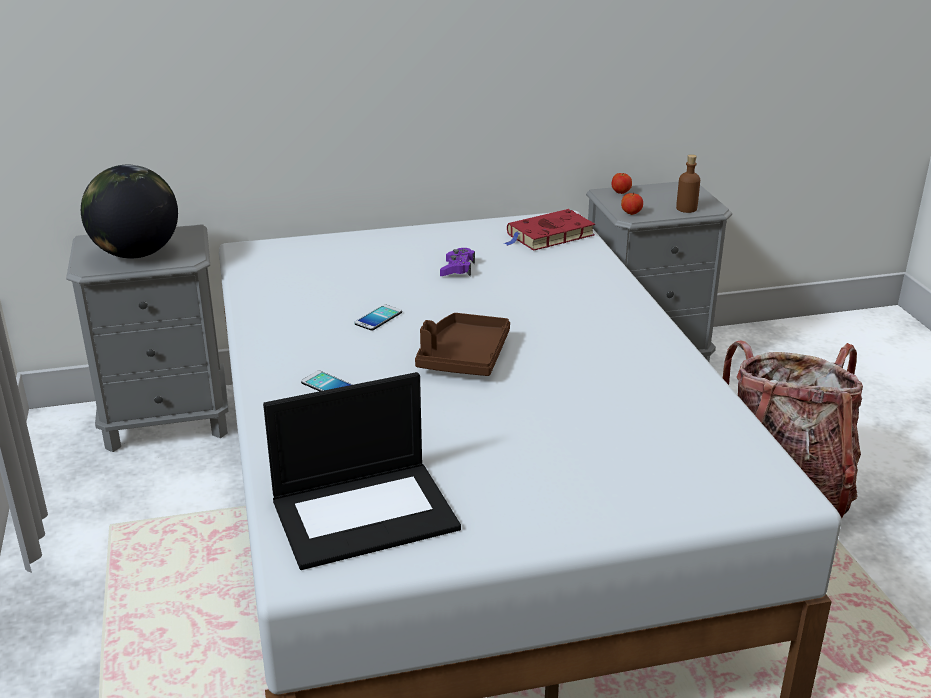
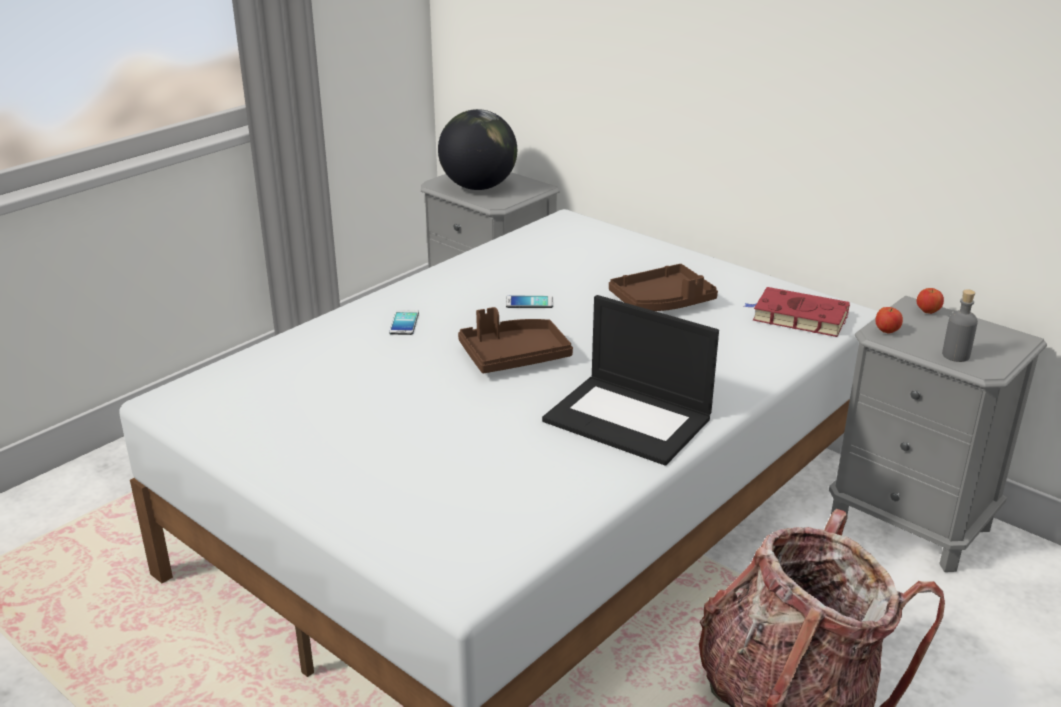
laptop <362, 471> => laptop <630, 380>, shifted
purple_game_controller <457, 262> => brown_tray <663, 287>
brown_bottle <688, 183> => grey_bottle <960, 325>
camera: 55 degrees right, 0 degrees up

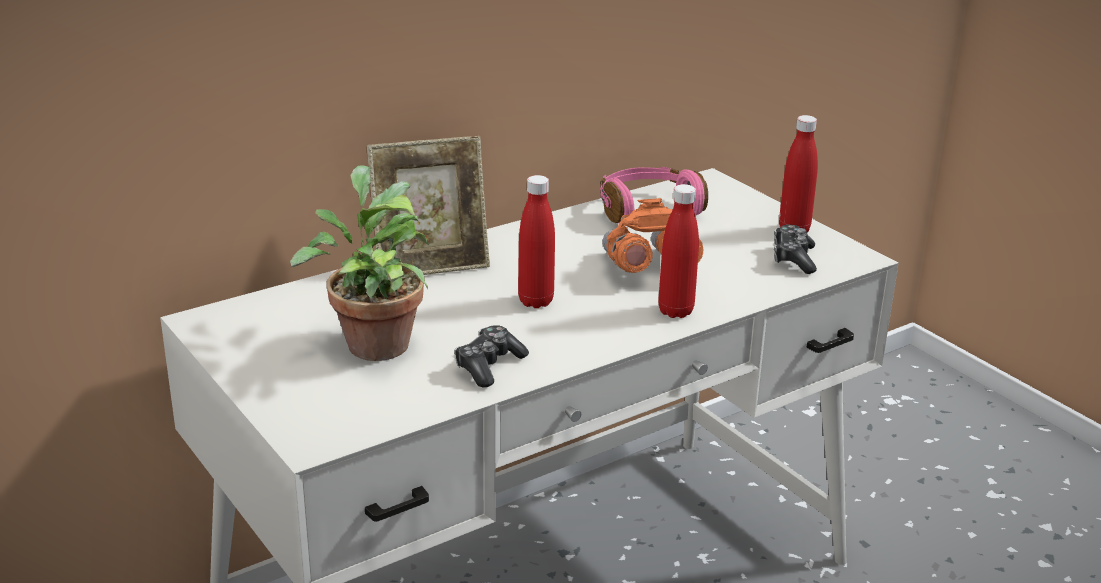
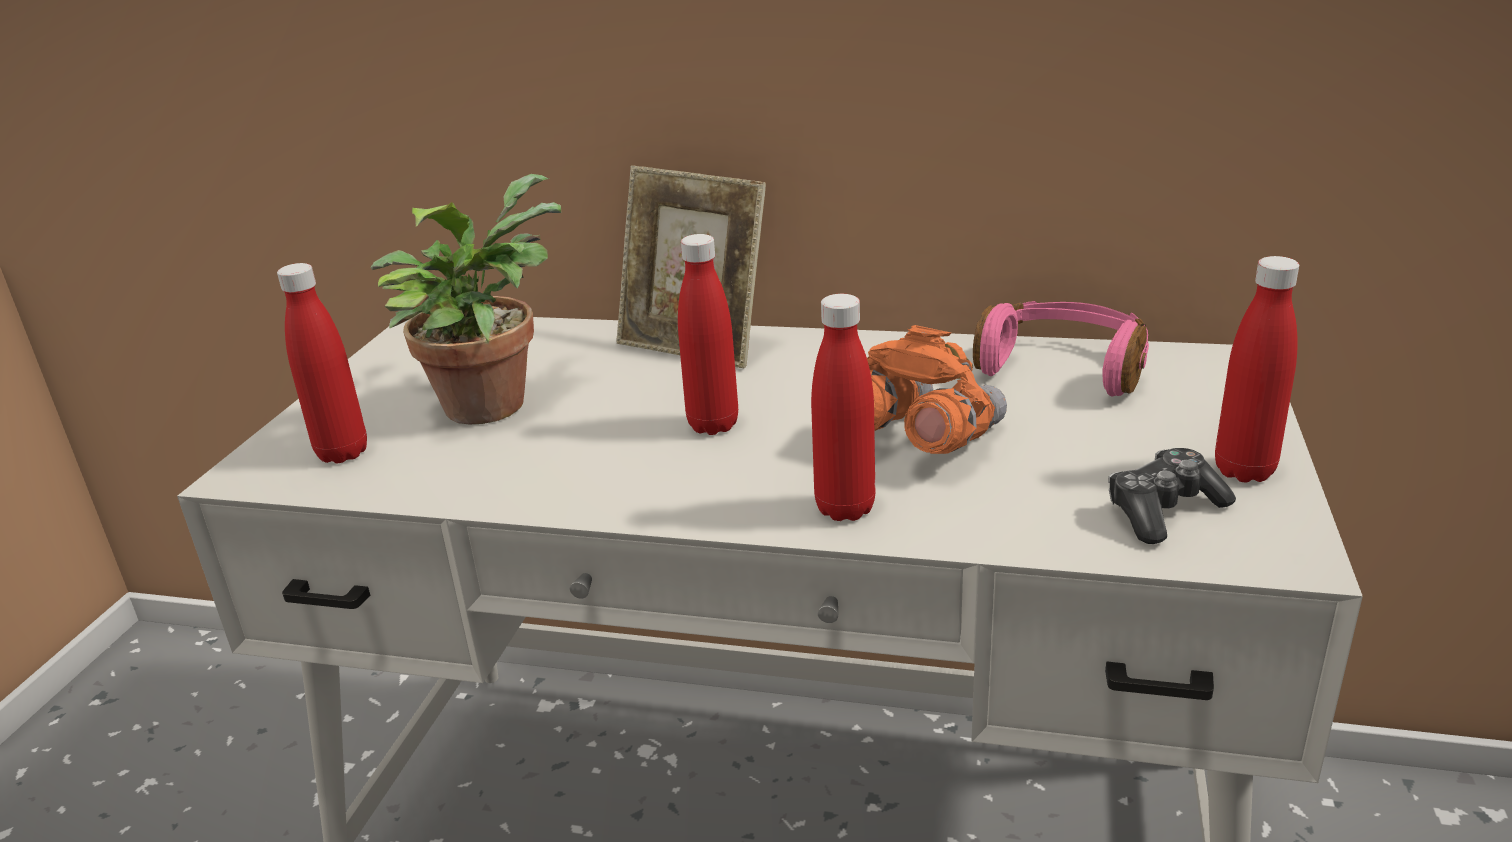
nothing => red_bottle <322, 363>
game_controller <491, 356> => nothing
camera: 50 degrees right, 0 degrees up

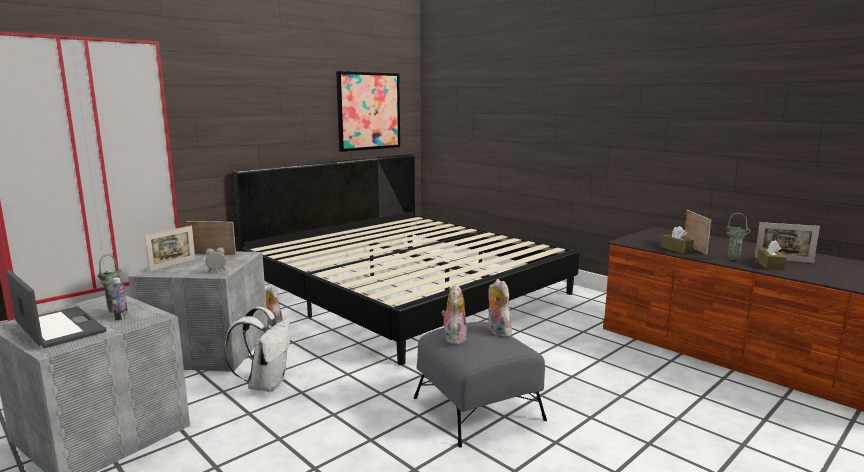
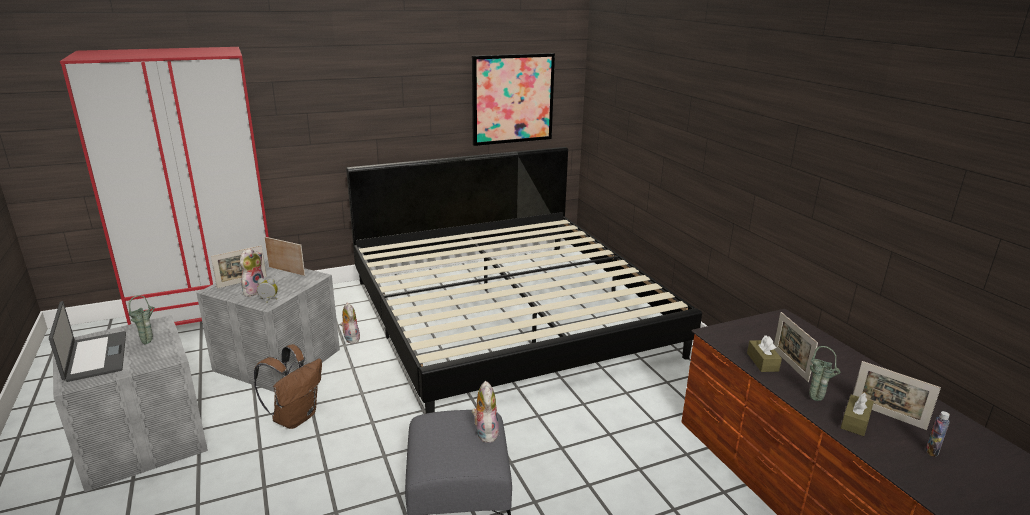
plush_toy <454, 314> => plush_toy <252, 272>, shifted
white_backpack <257, 349> => brown_backpack <288, 386>
picture_frame <697, 232> => picture_frame <796, 347>, 150 degrees clockwise
bottle <119, 299> => bottle <938, 434>, shifted
camera: 20 degrees right, 10 degrees up

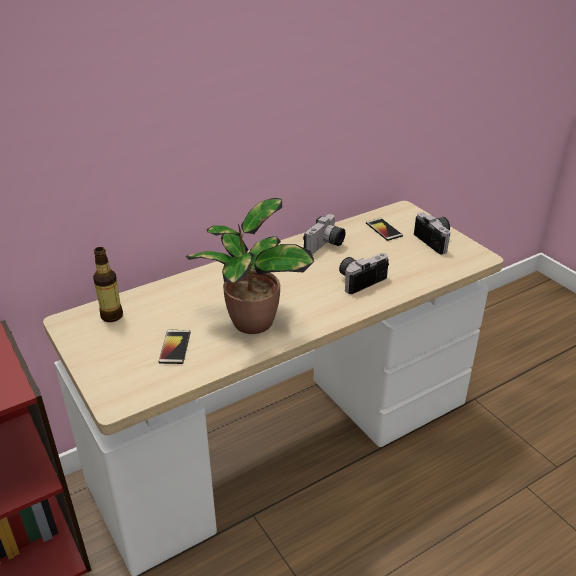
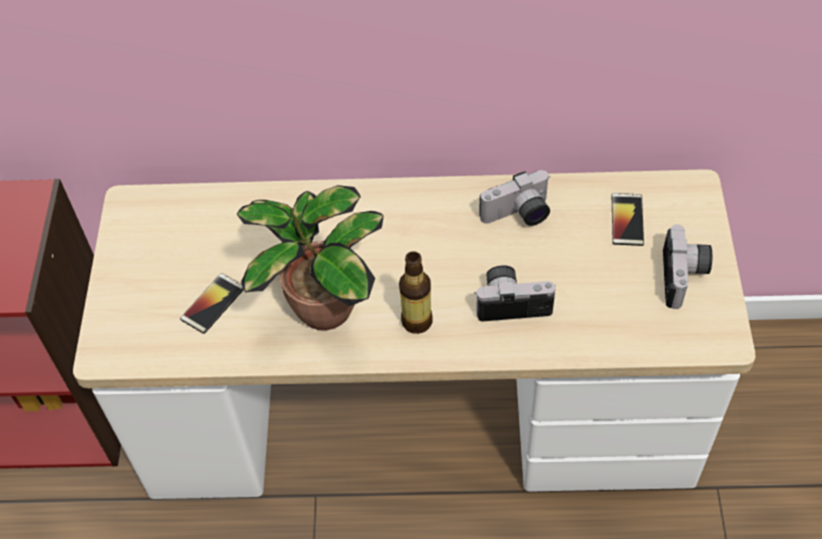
bottle <108, 284> => bottle <416, 292>, shifted
camera: 35 degrees right, 20 degrees up

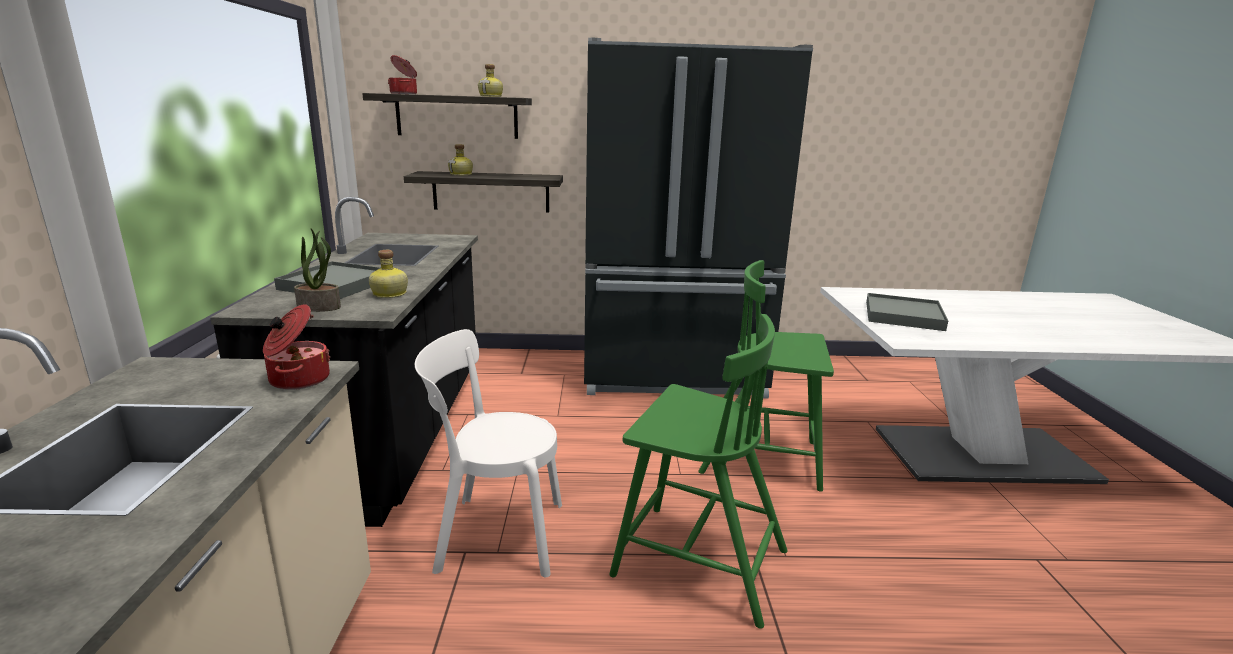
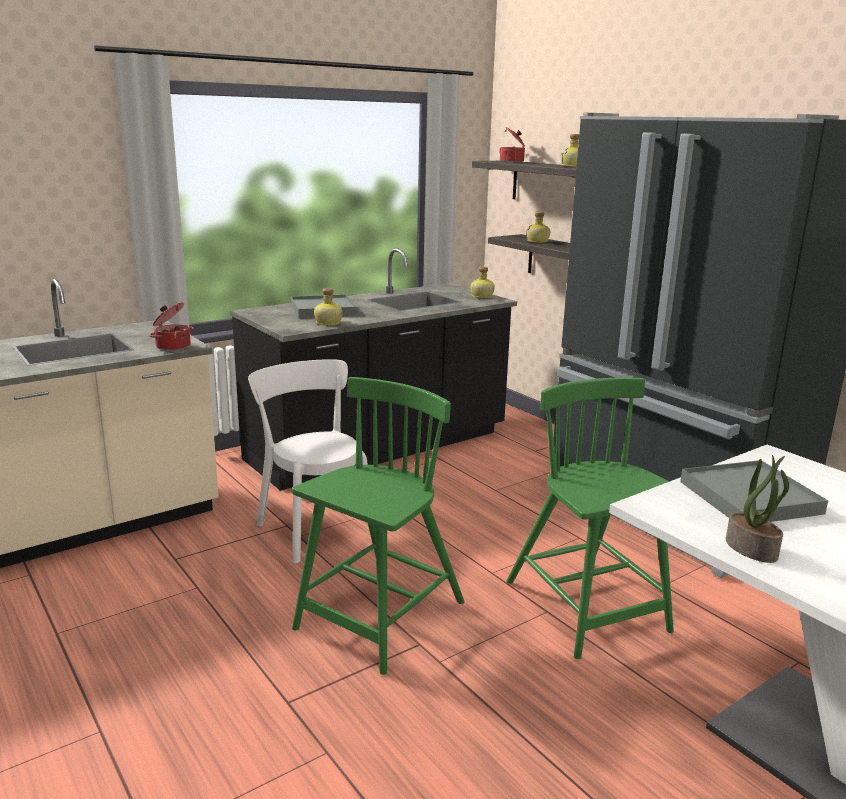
green_chair <698, 471> => green_chair <378, 526>, 135 degrees counterclockwise
nothing => bottle <482, 282>
potted_plant <317, 270> => potted_plant <757, 509>, shifted
camera: 55 degrees right, 0 degrees up

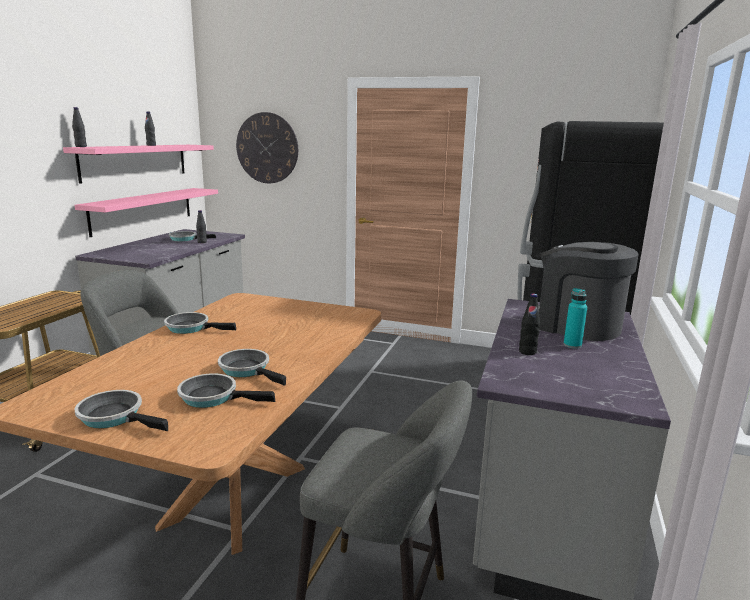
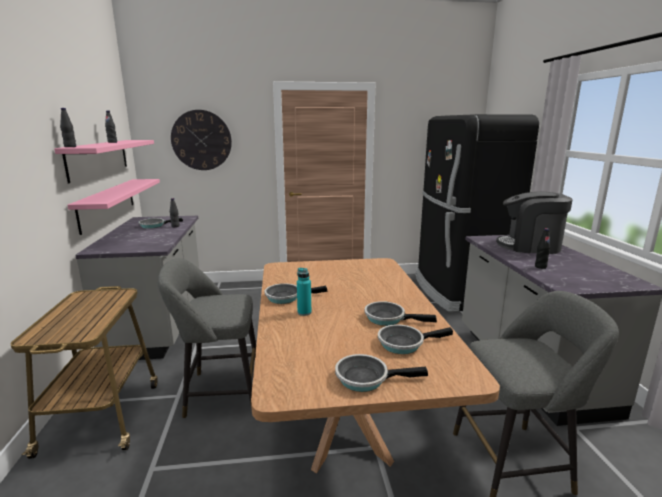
turquoise_bottle <575, 318> => turquoise_bottle <304, 292>, shifted
camera: 25 degrees left, 0 degrees up

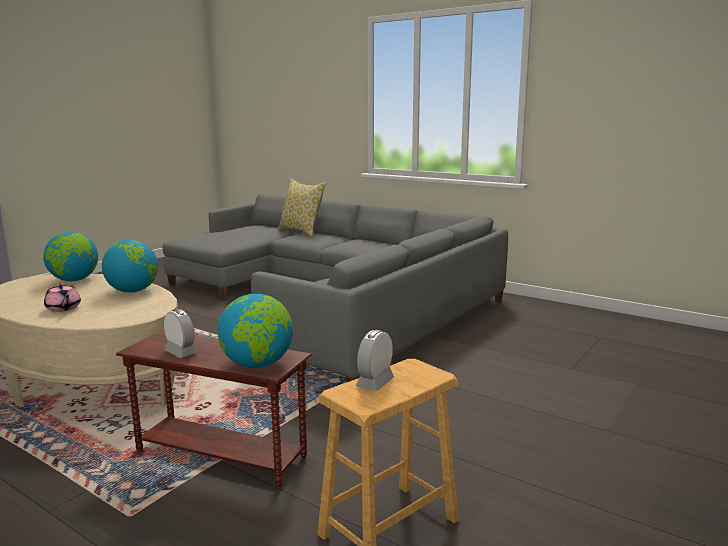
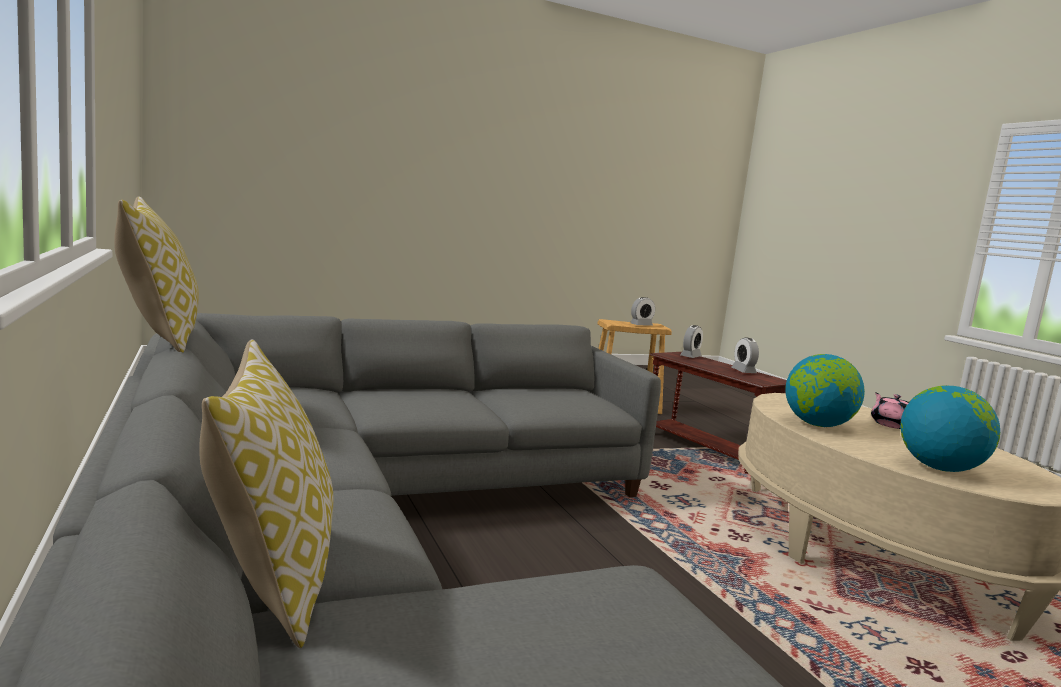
nothing => pillow <156, 274>
globe <255, 331> => alarm_clock <691, 341>
camera: 150 degrees left, 5 degrees down

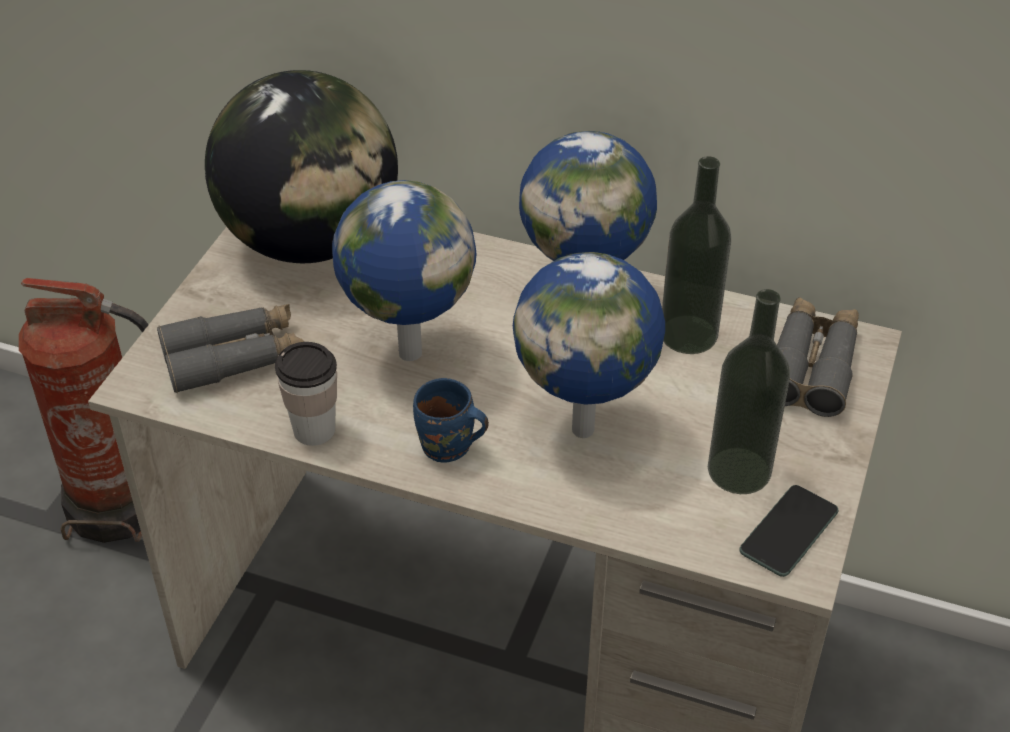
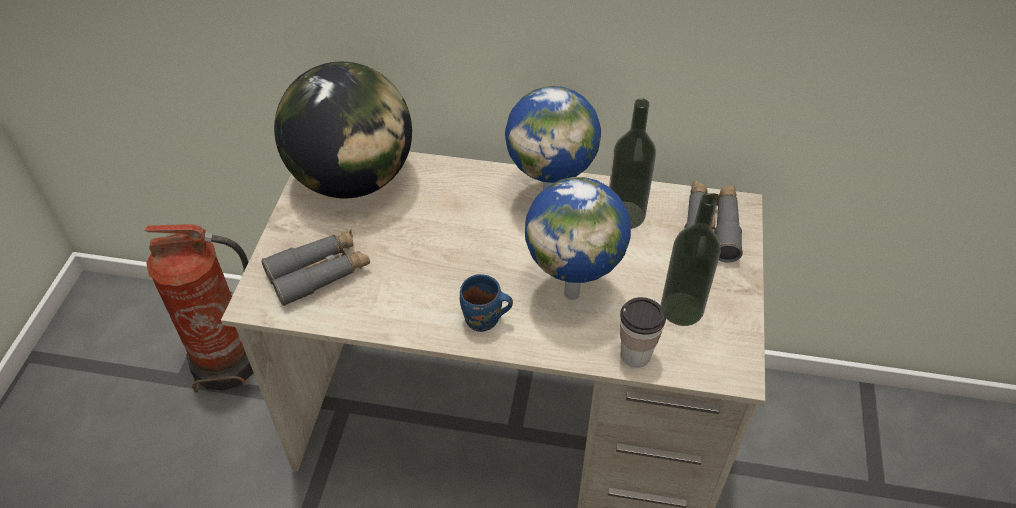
cup <306, 394> => cup <643, 332>, shifted
globe <404, 270> => nothing
phone <788, 531> => nothing
camera: 10 degrees left, 5 degrees up

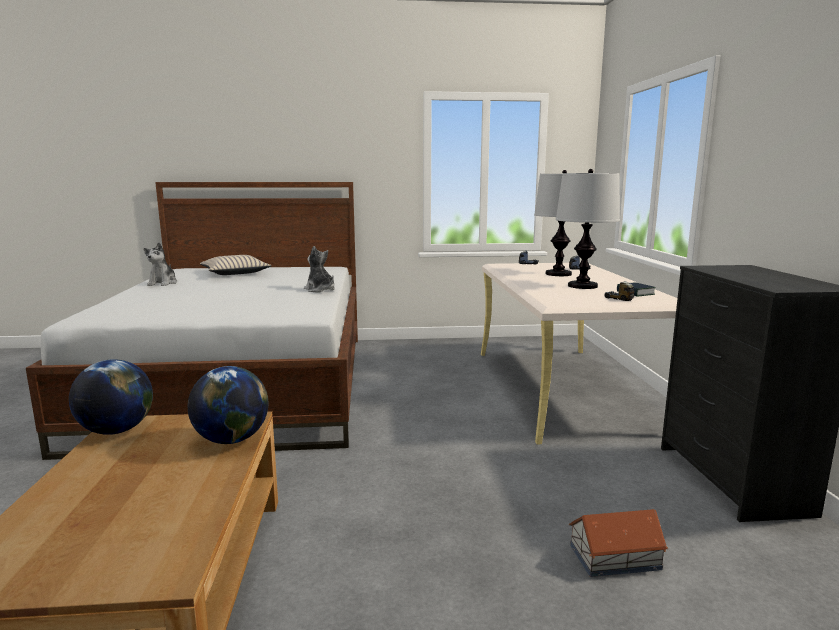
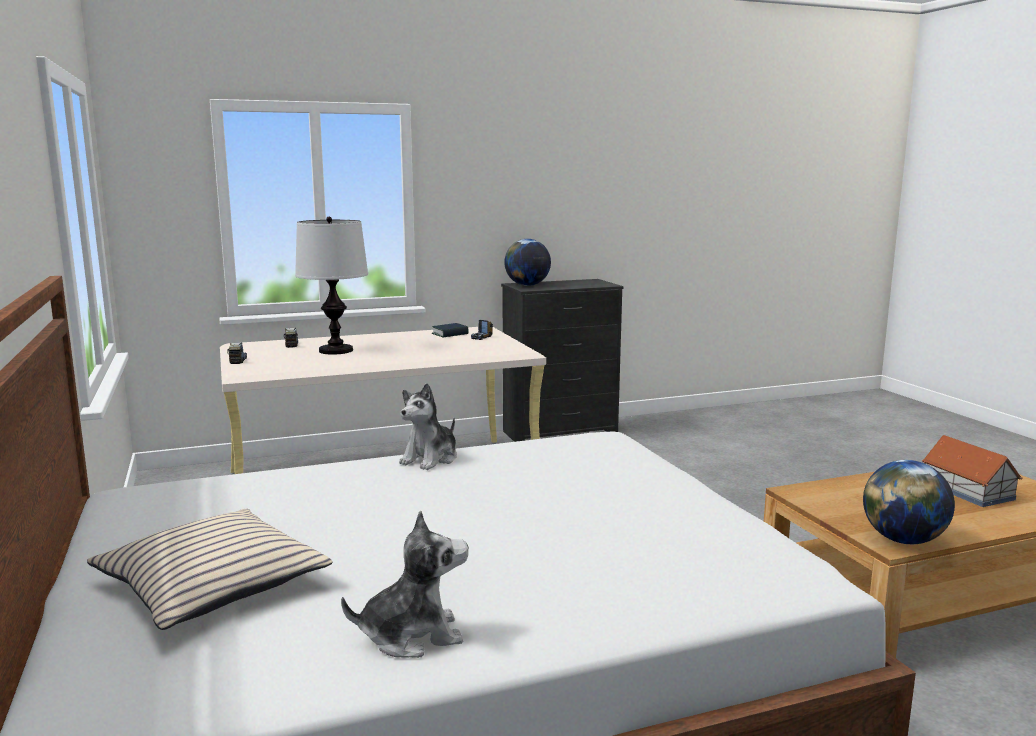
globe <228, 405> => globe <527, 262>, shifted
toy_house <618, 543> => toy_house <972, 471>, shifted
table_lamp <588, 229> => nothing
camera: 105 degrees left, 0 degrees up

